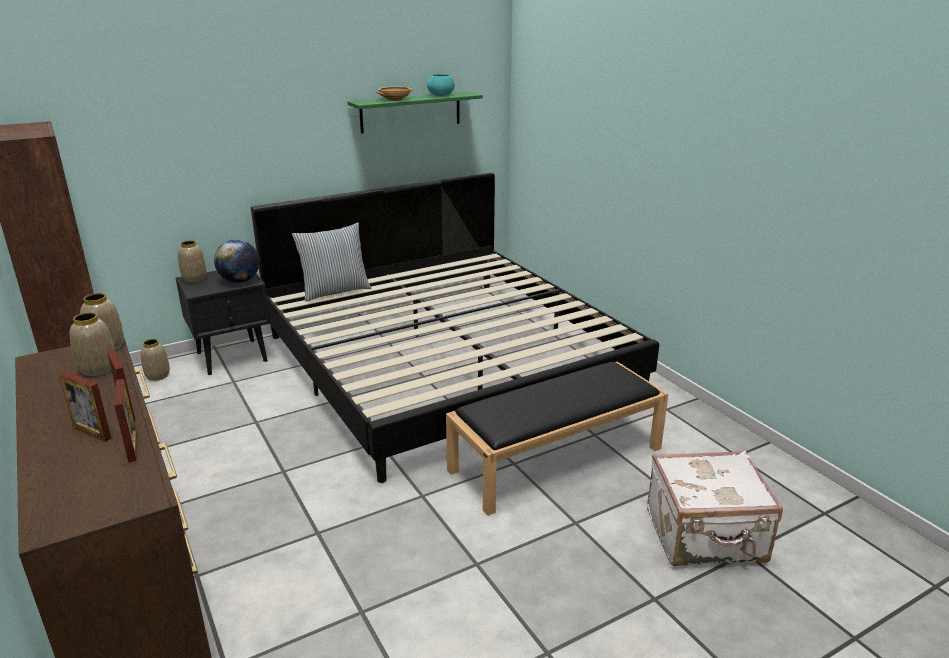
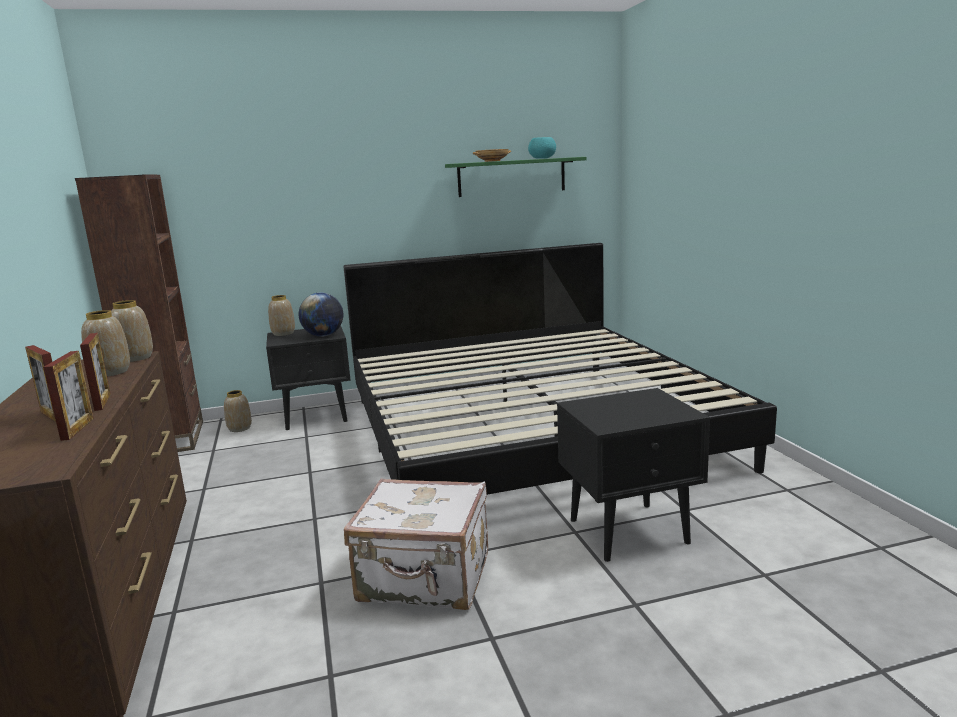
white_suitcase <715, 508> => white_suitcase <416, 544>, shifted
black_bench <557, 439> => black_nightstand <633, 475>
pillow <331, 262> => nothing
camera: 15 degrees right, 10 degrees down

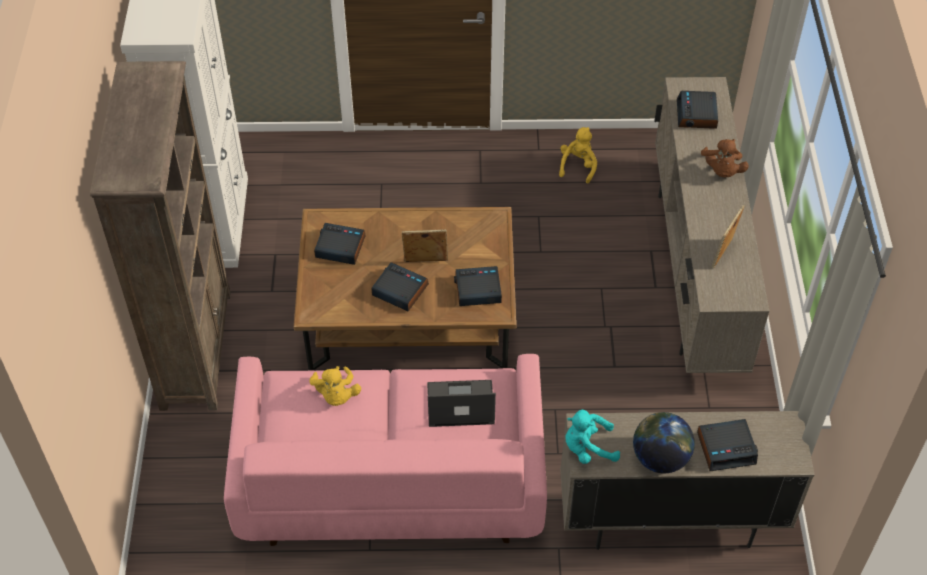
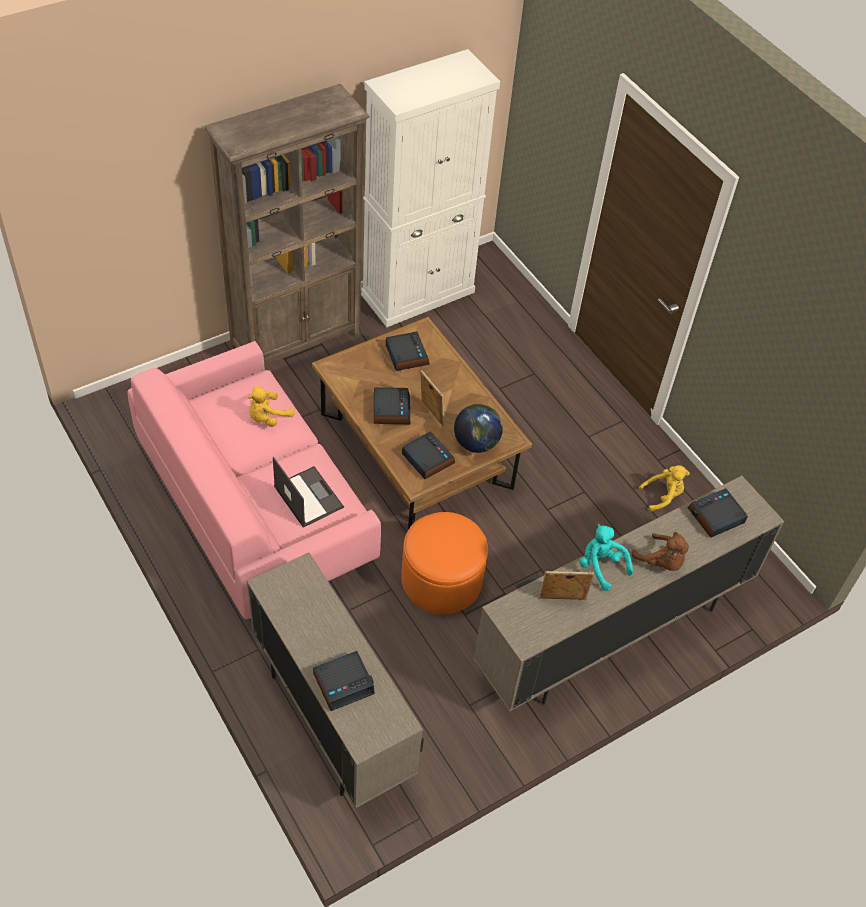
alarm_clock <727, 445> => alarm_clock <344, 681>, 75 degrees counterclockwise
nothing => orange_ottoman <444, 563>
globe <664, 442> => globe <478, 428>, shifted
turquoise_plush_toy <593, 437> => turquoise_plush_toy <606, 557>, shifted
brown_plush_toy <725, 158> => brown_plush_toy <660, 551>, 105 degrees counterclockwise
camera: 55 degrees right, 0 degrees up

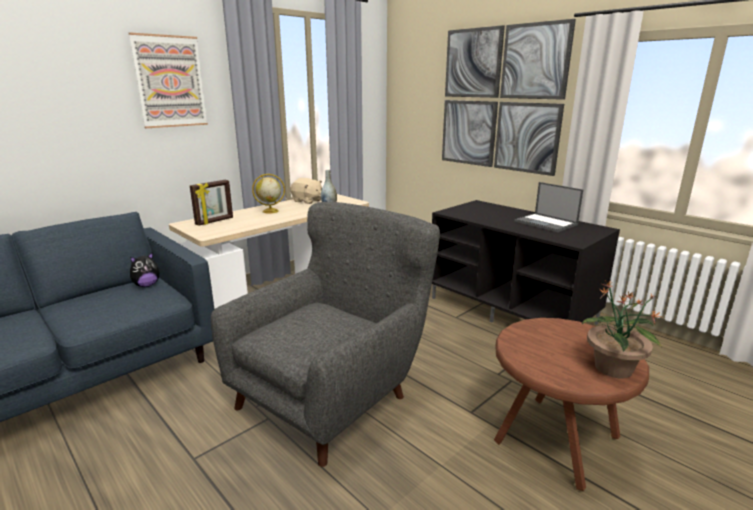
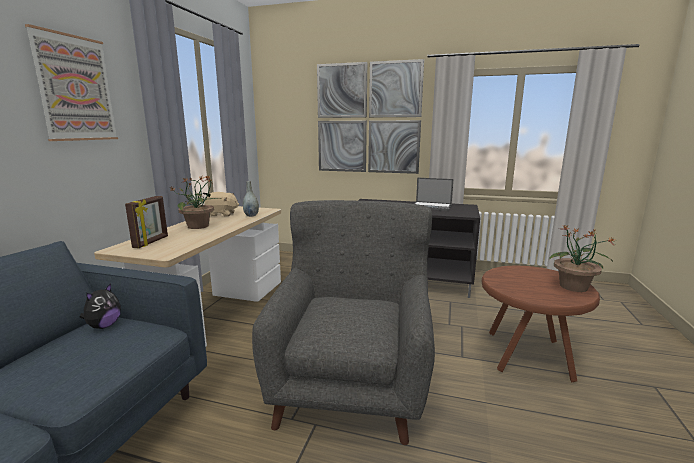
globe <268, 194> => potted_plant <195, 201>
camera: 30 degrees left, 5 degrees down

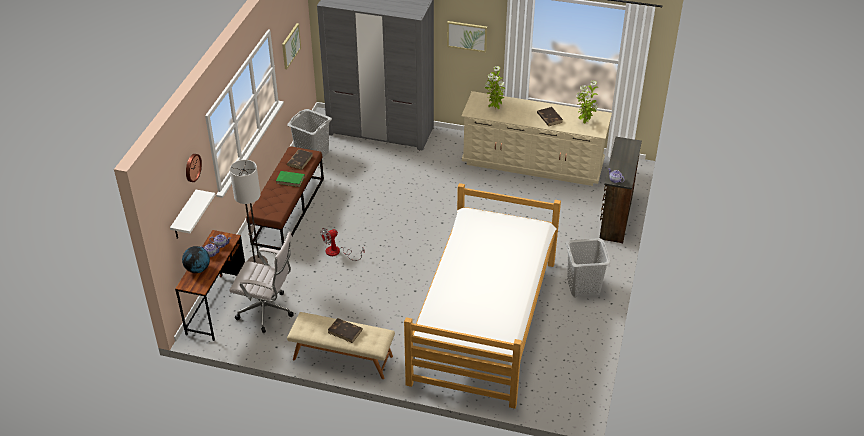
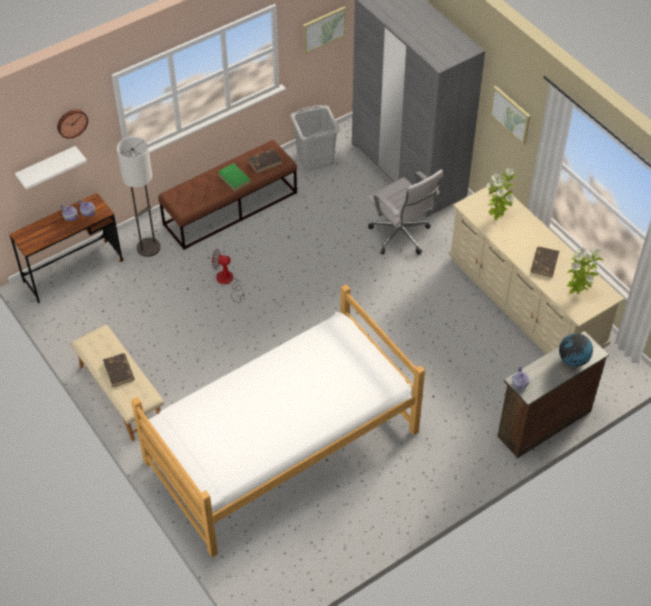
white_office_chair <261, 282> => white_office_chair <405, 212>, shifted
globe <196, 259> => globe <576, 350>, shifted
grey_laundry_basket <588, 267> => nothing
camera: 40 degrees right, 10 degrees up

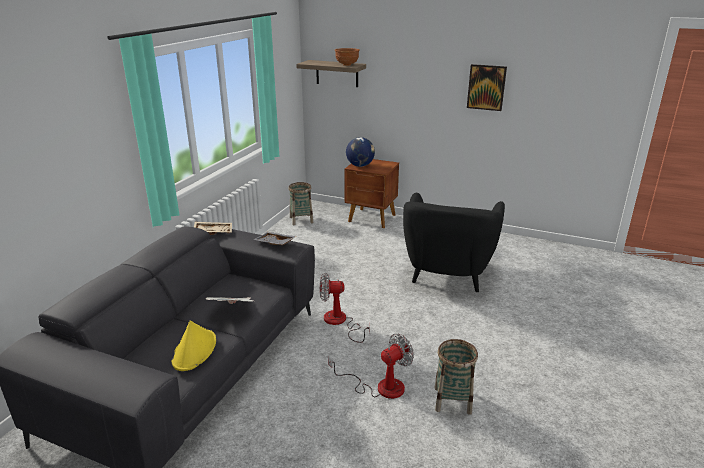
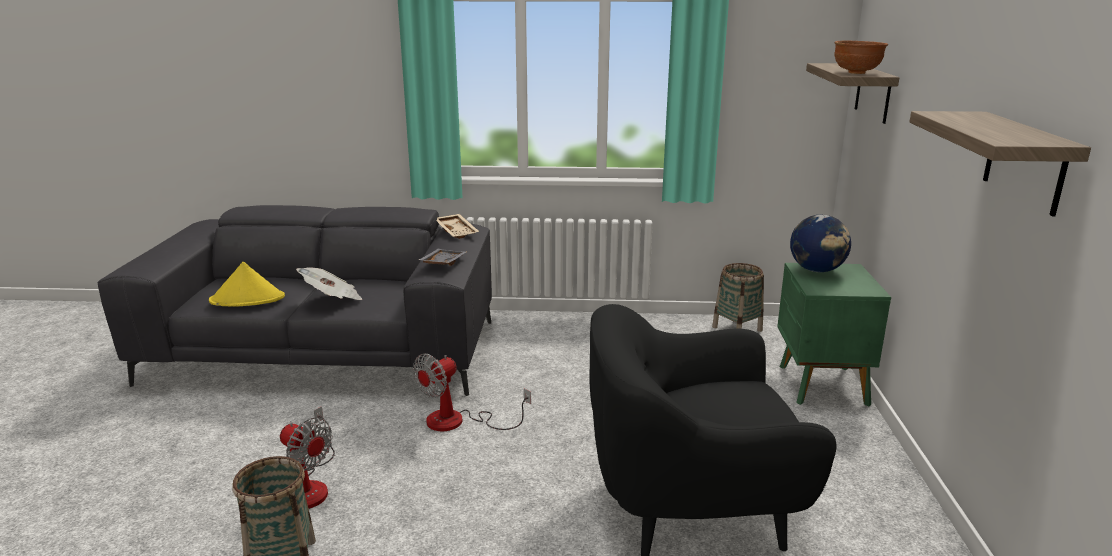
fan <345, 308> => fan <472, 392>, 120 degrees counterclockwise
brown_nightstand <371, 193> => green_nightstand <834, 334>
picture <487, 87> => shelf <1000, 164>
camera: 70 degrees right, 5 degrees down

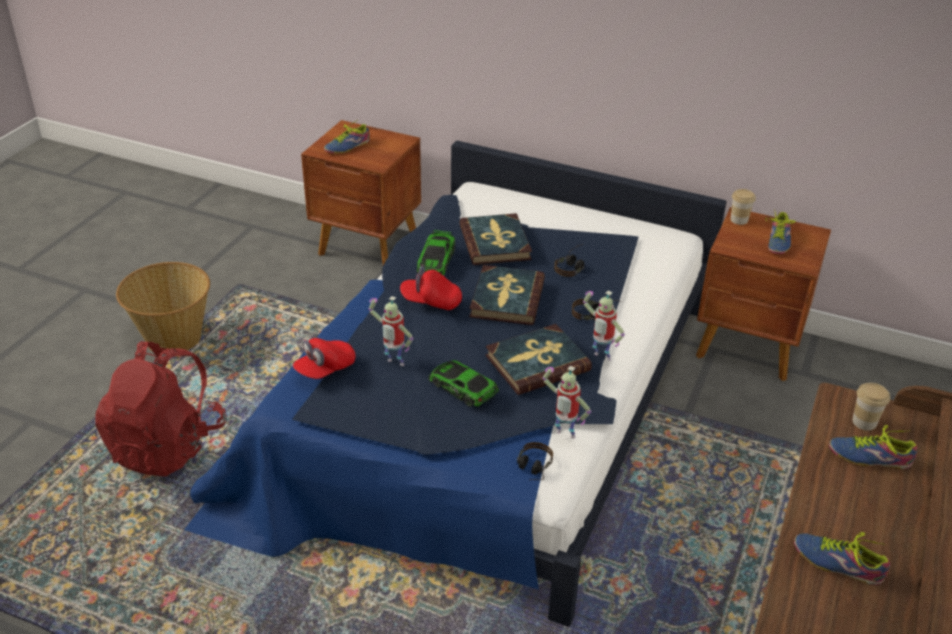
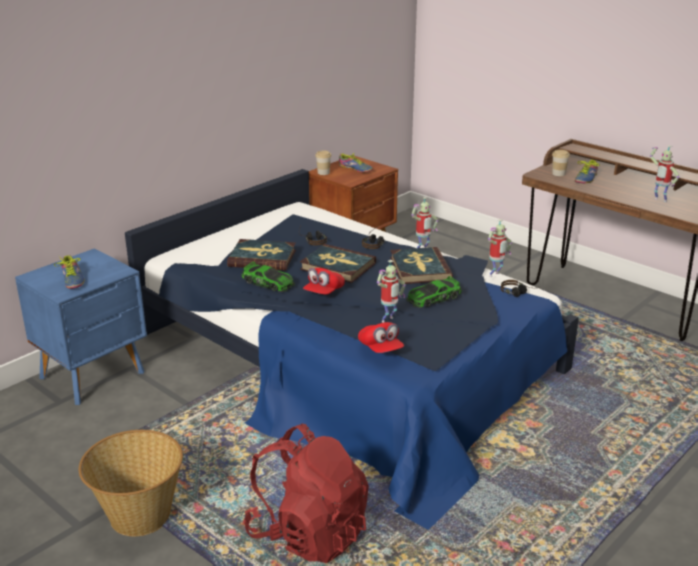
brown_nightstand <361, 192> => blue_nightstand <81, 326>
shoe <842, 558> => toy_robot <664, 173>
camera: 70 degrees left, 10 degrees down

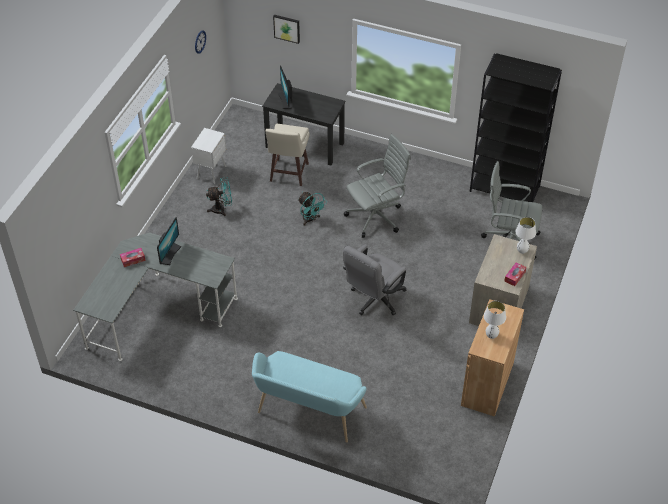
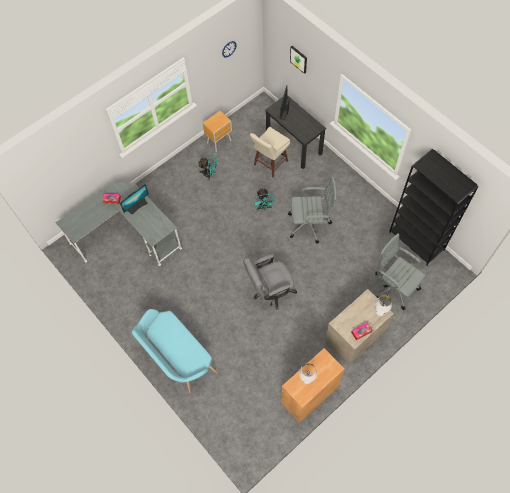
white_nightstand <208, 156> => brown_nightstand <217, 131>
camera: 30 degrees right, 15 degrees up

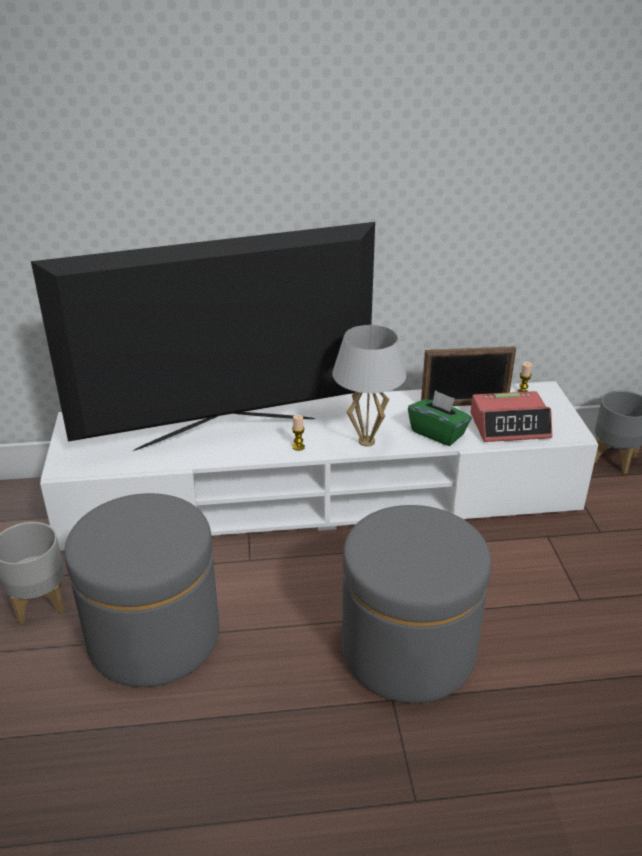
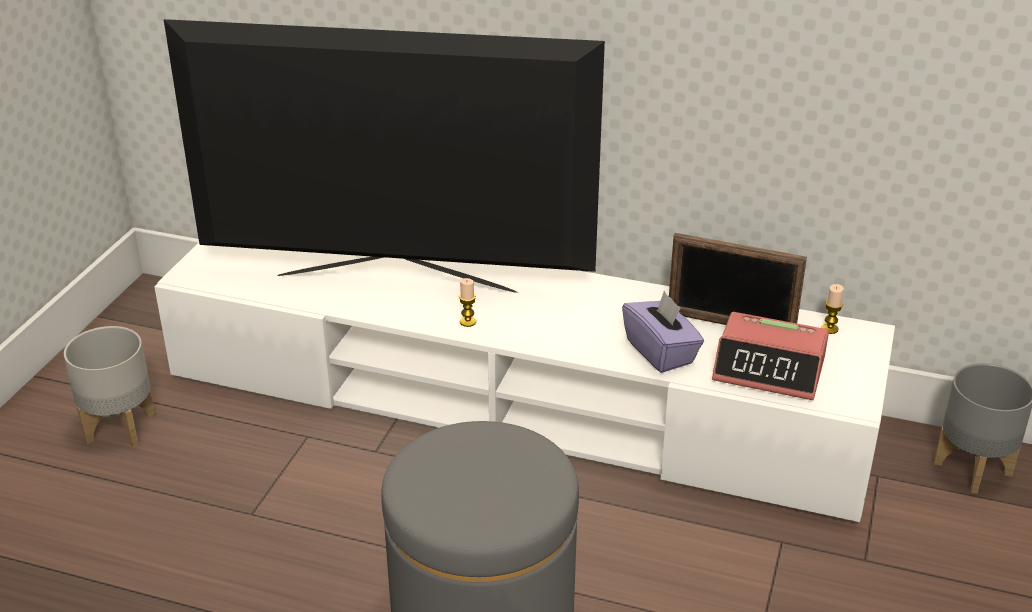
green_tissue_box <440, 418> => purple_tissue_box <663, 332>
grey_ottoman <142, 590> => nothing
white_table_lamp <369, 386> => nothing
camera: 25 degrees right, 0 degrees up

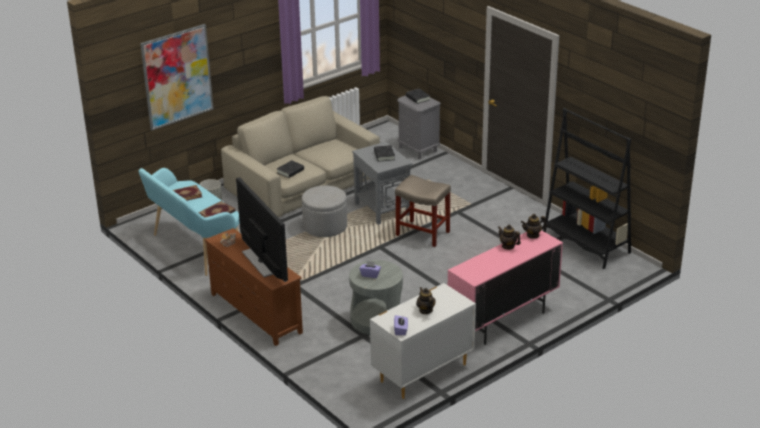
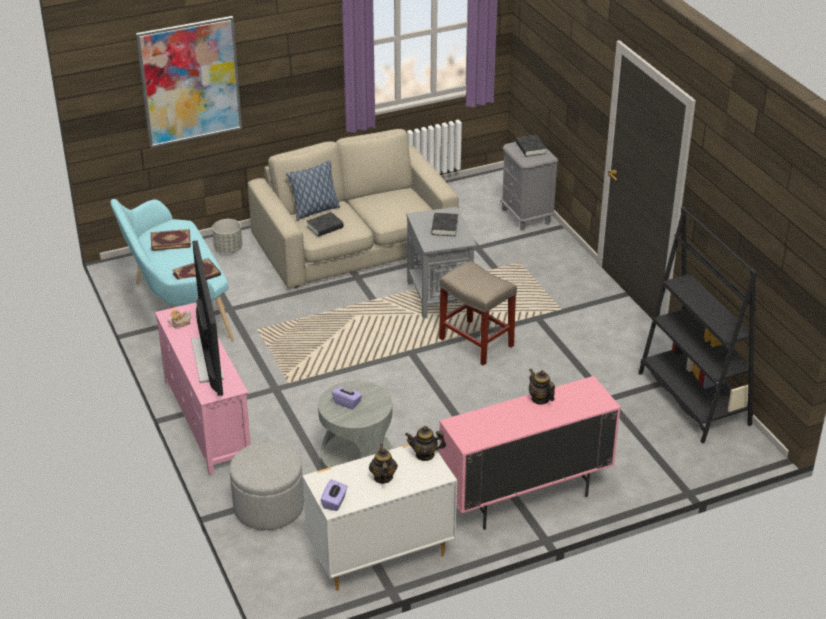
brown_tv_stand <254, 287> => pink_tv_stand <203, 388>
grey_ottoman <324, 211> => grey_ottoman <266, 486>, shifted
nothing => pillow <313, 190>
teapot <534, 226> => teapot <425, 443>, shifted
camera: 15 degrees right, 5 degrees up

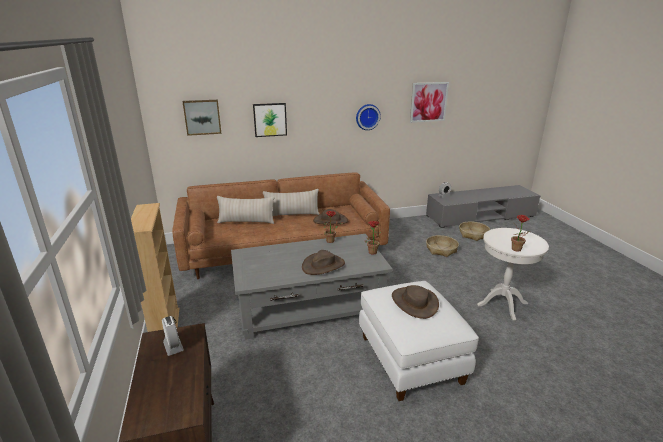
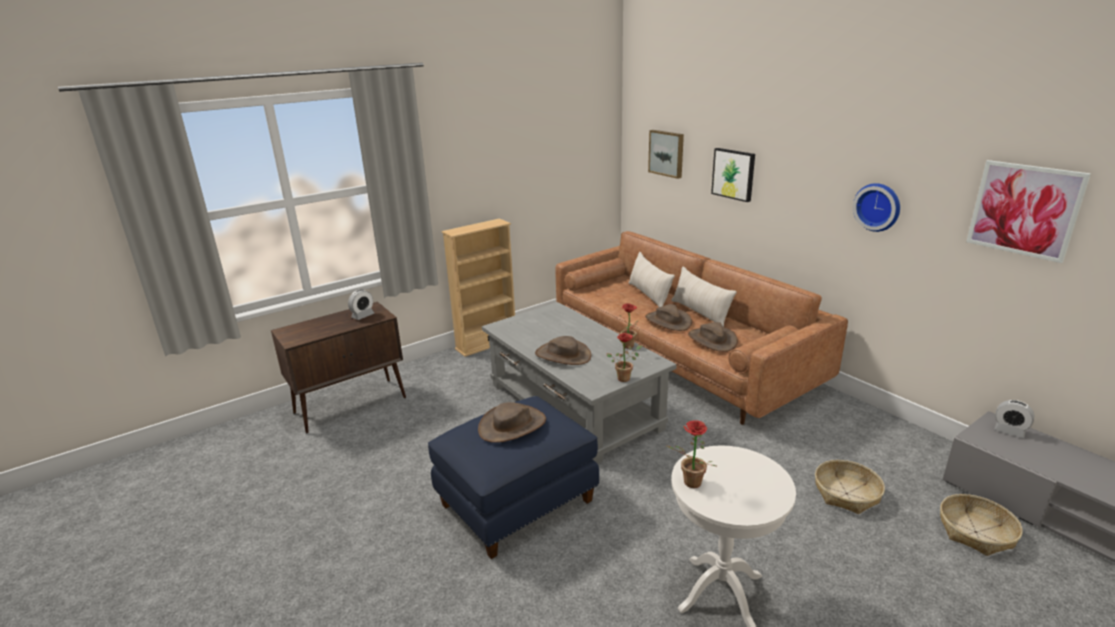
white_ottoman <419, 341> => blue_ottoman <513, 477>
nothing => brown_hat <668, 317>
camera: 70 degrees right, 0 degrees up

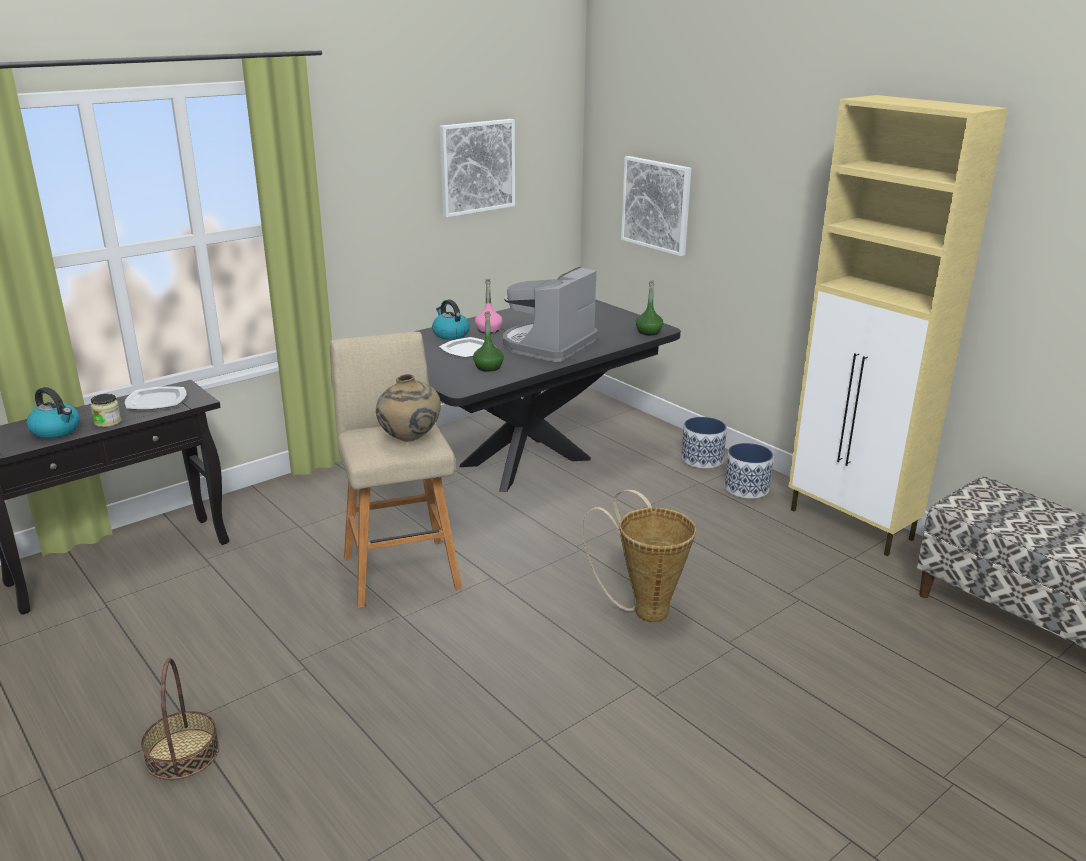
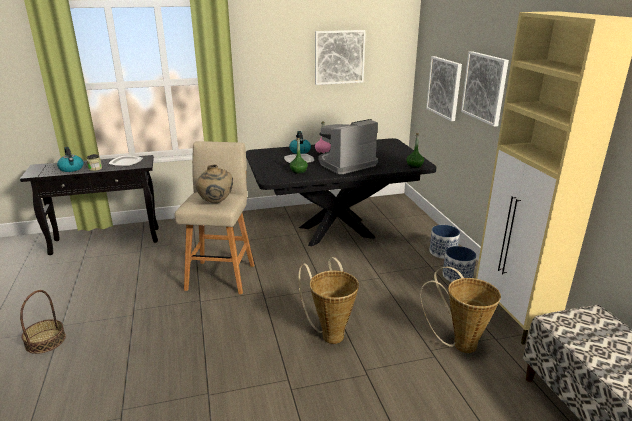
nothing => basket <460, 310>
nothing => picture <485, 89>
camera: 25 degrees right, 0 degrees up

